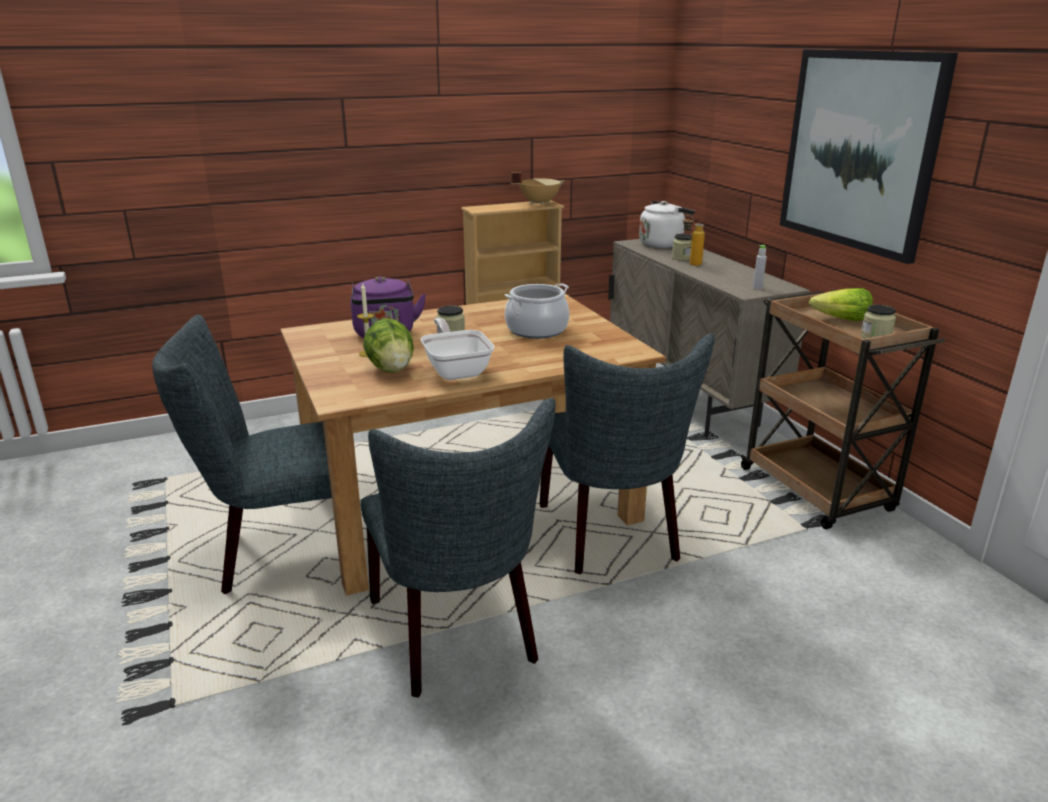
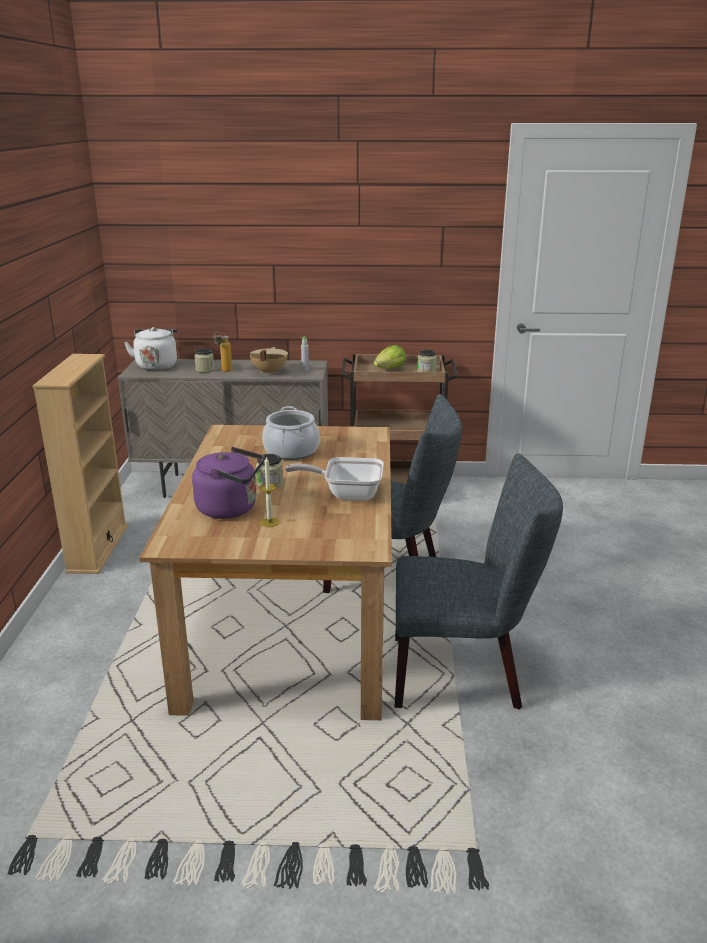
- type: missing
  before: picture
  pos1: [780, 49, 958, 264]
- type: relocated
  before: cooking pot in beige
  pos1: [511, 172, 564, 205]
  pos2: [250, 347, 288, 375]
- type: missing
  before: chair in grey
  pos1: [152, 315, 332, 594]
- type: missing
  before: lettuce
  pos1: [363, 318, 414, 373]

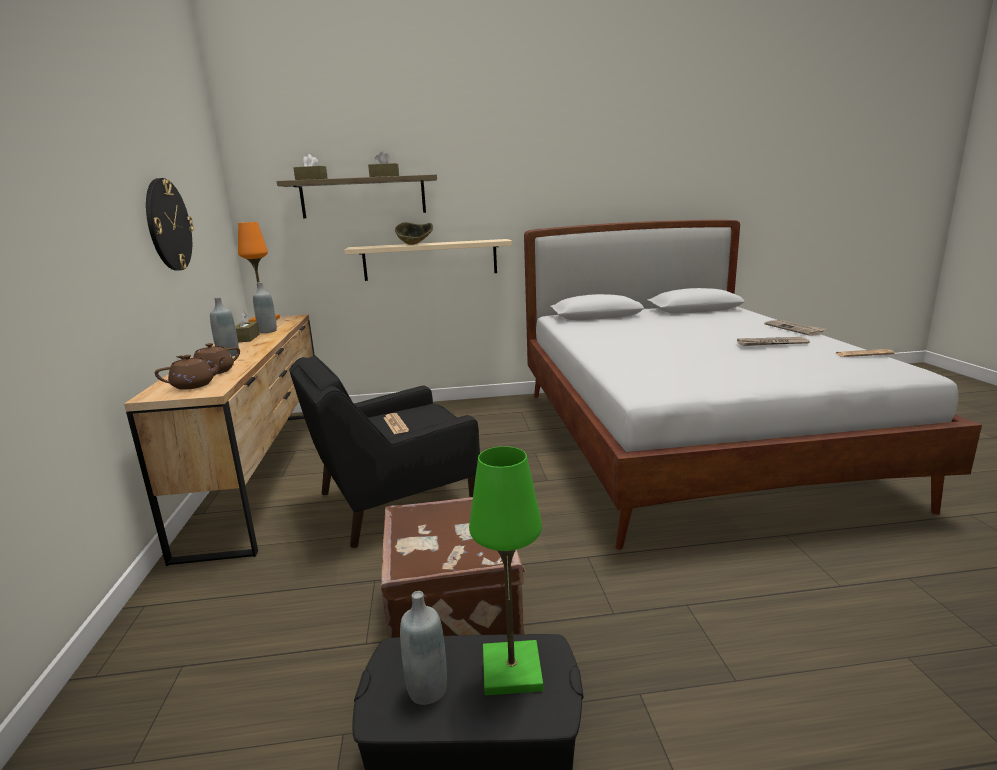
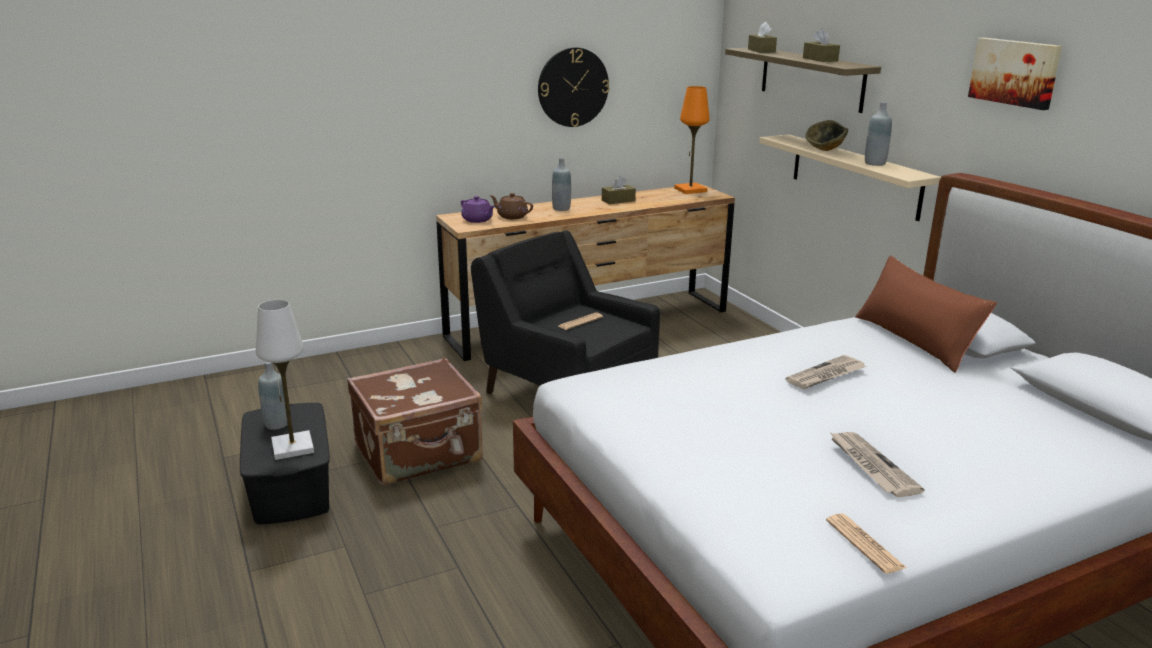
- type: relocated
  before: bottle in grey
  pos1: [253, 282, 277, 333]
  pos2: [865, 102, 892, 166]
- type: relocated
  before: newspaper
  pos1: [764, 320, 827, 336]
  pos2: [786, 355, 867, 389]
- type: colour
  before: teapot in brown
  after: teapot in purple
  pos1: [155, 355, 226, 390]
  pos2: [461, 196, 495, 223]
- type: colour
  before: table lamp in green
  after: table lamp in white
  pos1: [469, 446, 543, 695]
  pos2: [256, 300, 314, 460]
- type: appeared
  after: picture
  pos2: [968, 38, 1062, 110]
- type: appeared
  after: pillow in brown
  pos2: [855, 255, 997, 373]

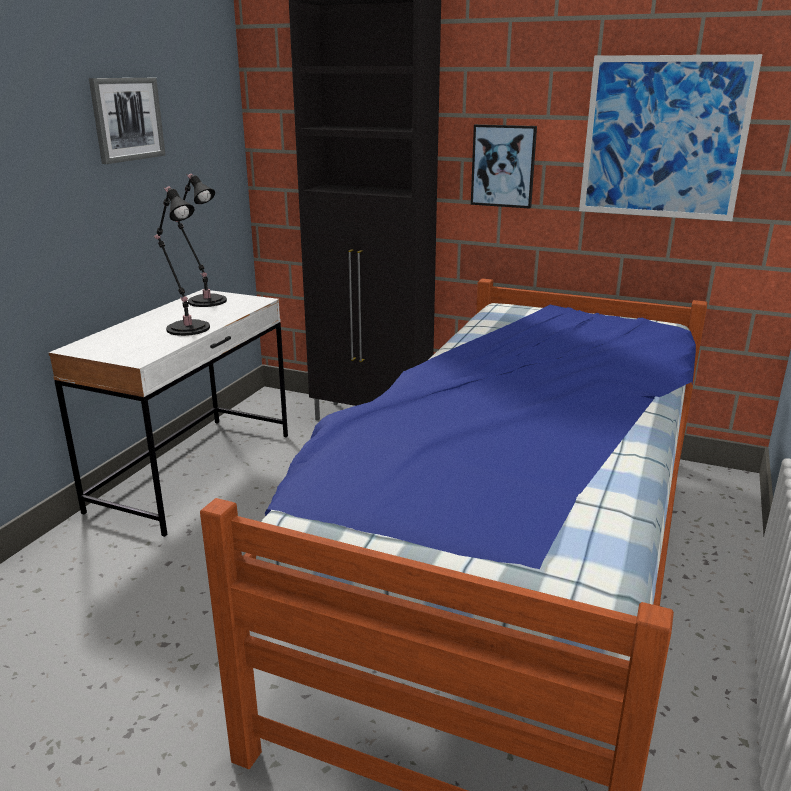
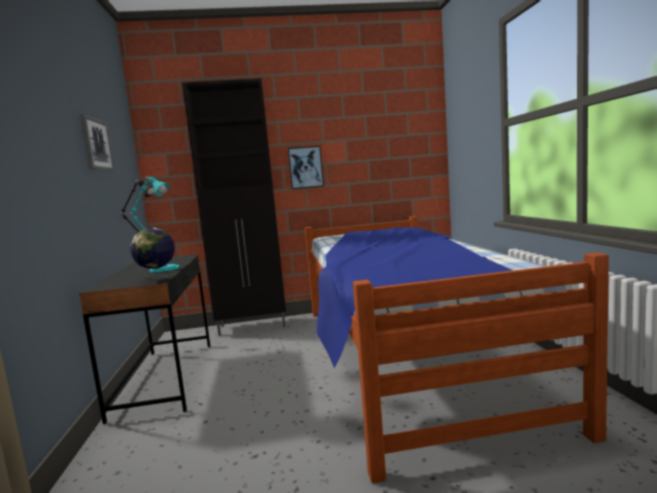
- type: missing
  before: picture
  pos1: [579, 54, 763, 221]
- type: colour
  before: table lamp in black
  after: table lamp in turquoise
  pos1: [153, 187, 210, 336]
  pos2: [129, 176, 179, 273]
- type: colour
  before: desk in white
  after: desk in black
  pos1: [49, 289, 288, 537]
  pos2: [79, 254, 210, 424]
- type: appeared
  after: globe
  pos2: [130, 228, 175, 281]

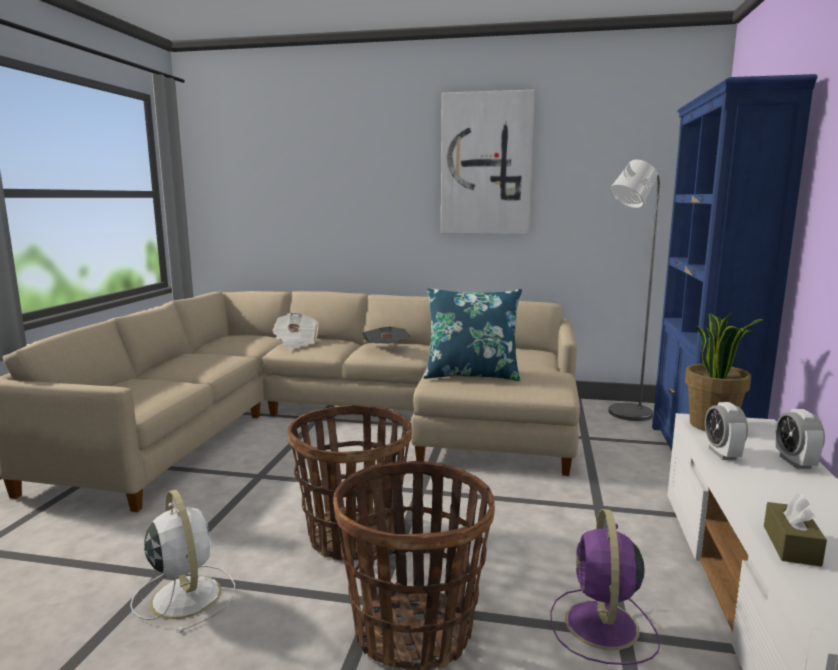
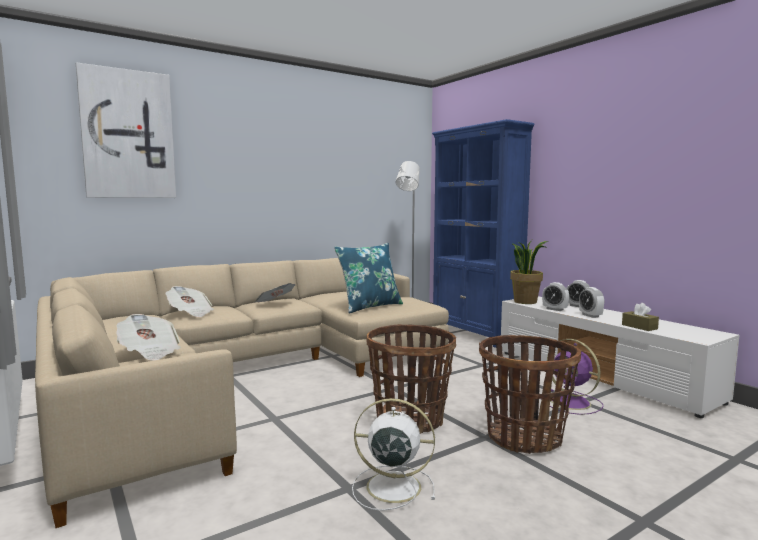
- type: relocated
  before: picture
  pos1: [441, 90, 535, 234]
  pos2: [76, 62, 176, 198]
- type: appeared
  after: alarm clock
  pos2: [579, 287, 604, 318]
- type: appeared
  after: newspaper
  pos2: [116, 314, 181, 361]

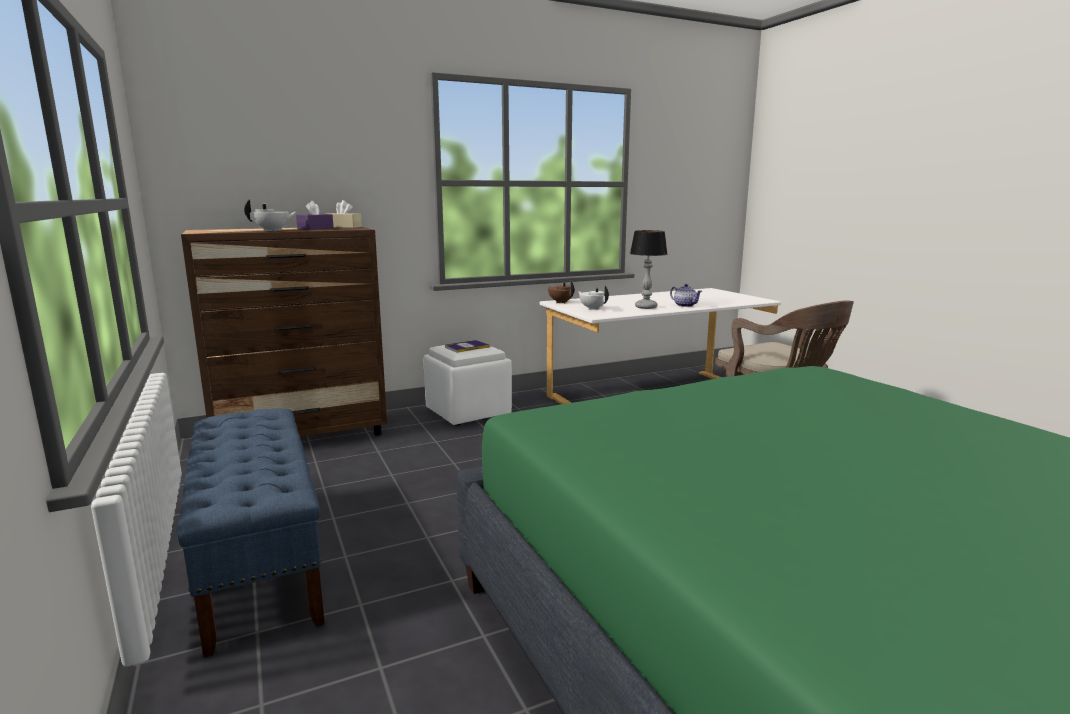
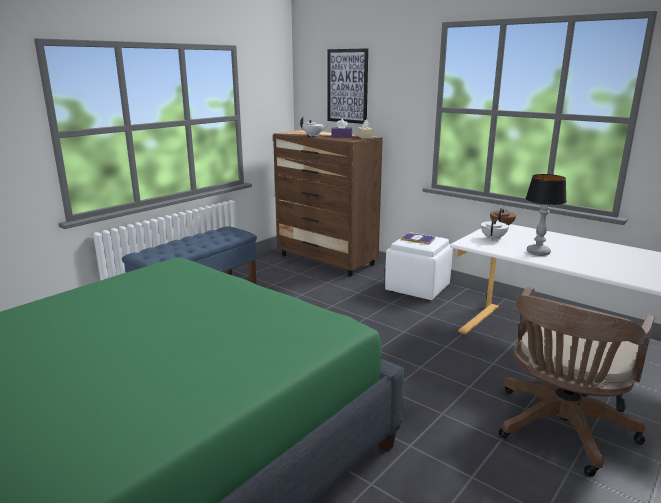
- type: missing
  before: teapot
  pos1: [670, 284, 702, 307]
- type: appeared
  after: picture
  pos2: [327, 48, 368, 124]

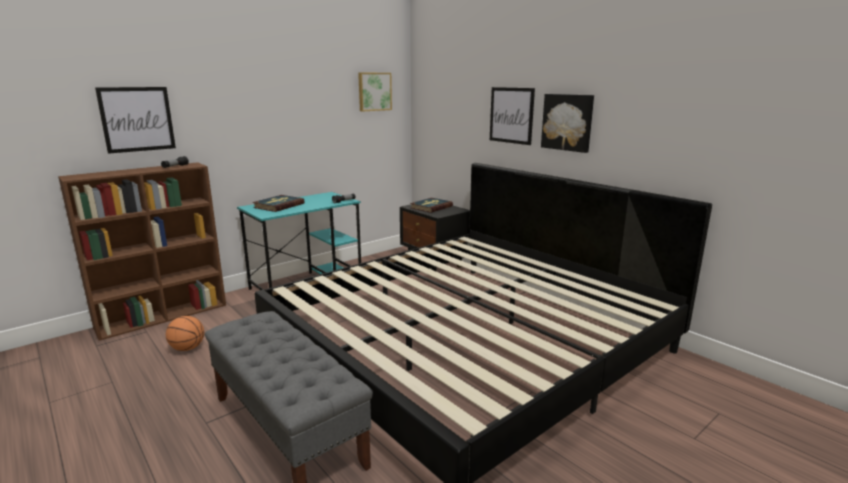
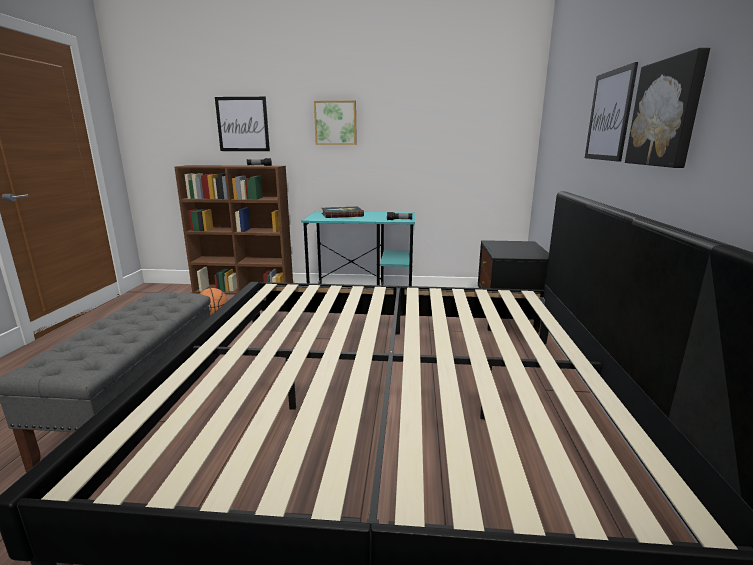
- type: relocated
  before: picture
  pos1: [358, 73, 392, 111]
  pos2: [314, 100, 357, 145]
- type: missing
  before: book
  pos1: [410, 198, 453, 213]

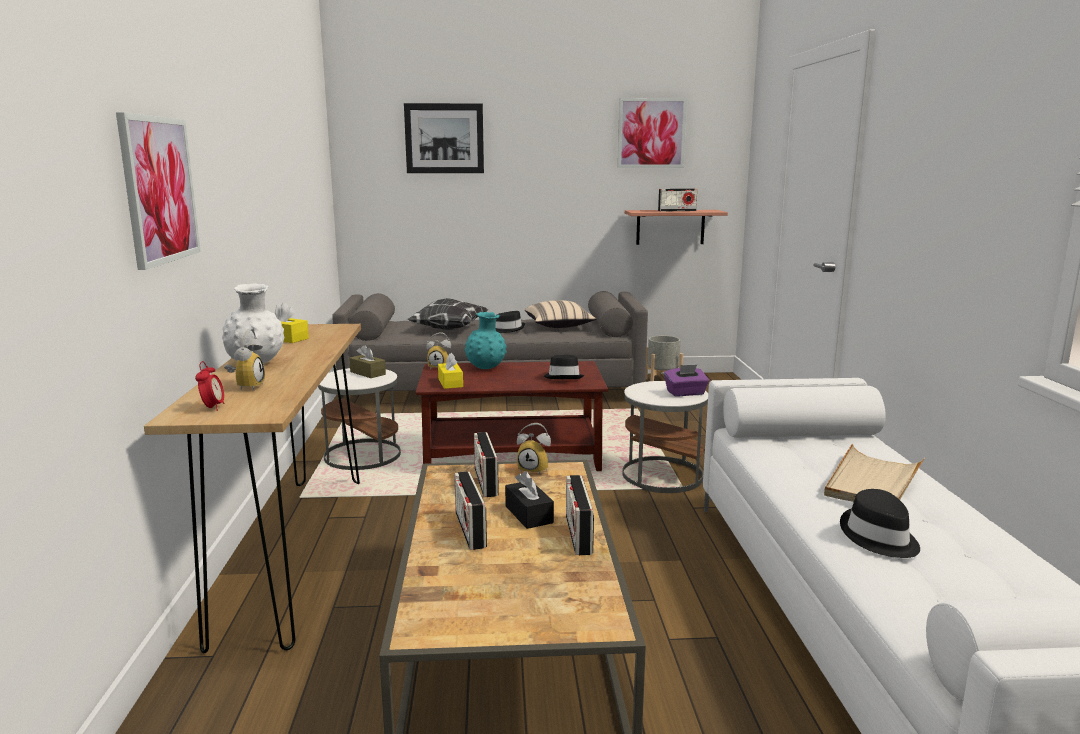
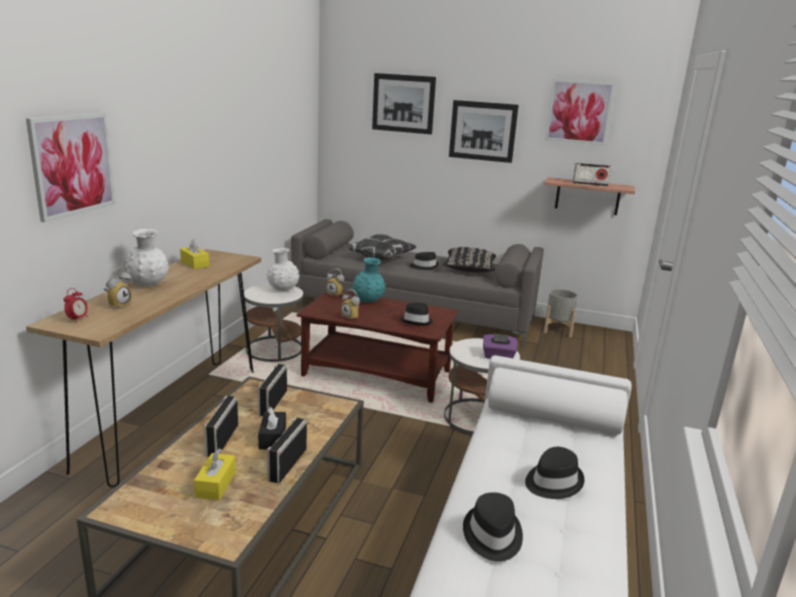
- type: colour
  before: pillow in beige
  after: pillow in black
  pos1: [525, 300, 596, 328]
  pos2: [443, 247, 496, 272]
- type: exchanged
  before: tissue box in brown
  after: vase in white
  pos1: [349, 345, 386, 378]
  pos2: [267, 248, 300, 291]
- type: relocated
  before: tissue box in yellow
  pos1: [438, 353, 463, 389]
  pos2: [194, 448, 236, 500]
- type: relocated
  before: alarm clock
  pos1: [517, 423, 551, 475]
  pos2: [341, 289, 360, 321]
- type: exchanged
  before: tray in beige
  after: hat in black
  pos1: [824, 444, 925, 502]
  pos2: [525, 447, 585, 499]
- type: appeared
  after: picture
  pos2: [449, 100, 519, 163]

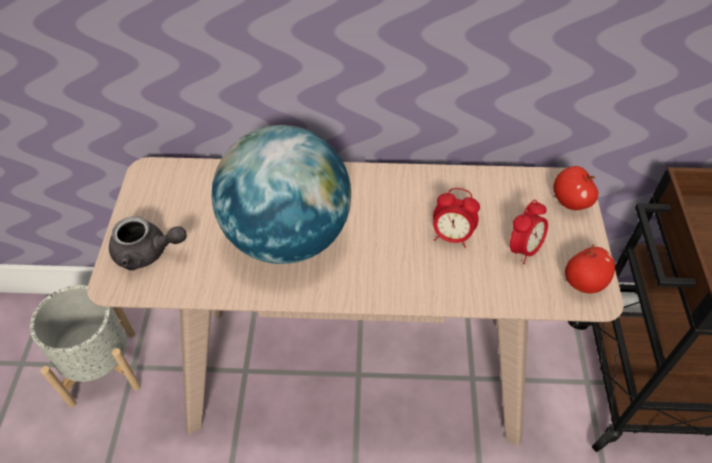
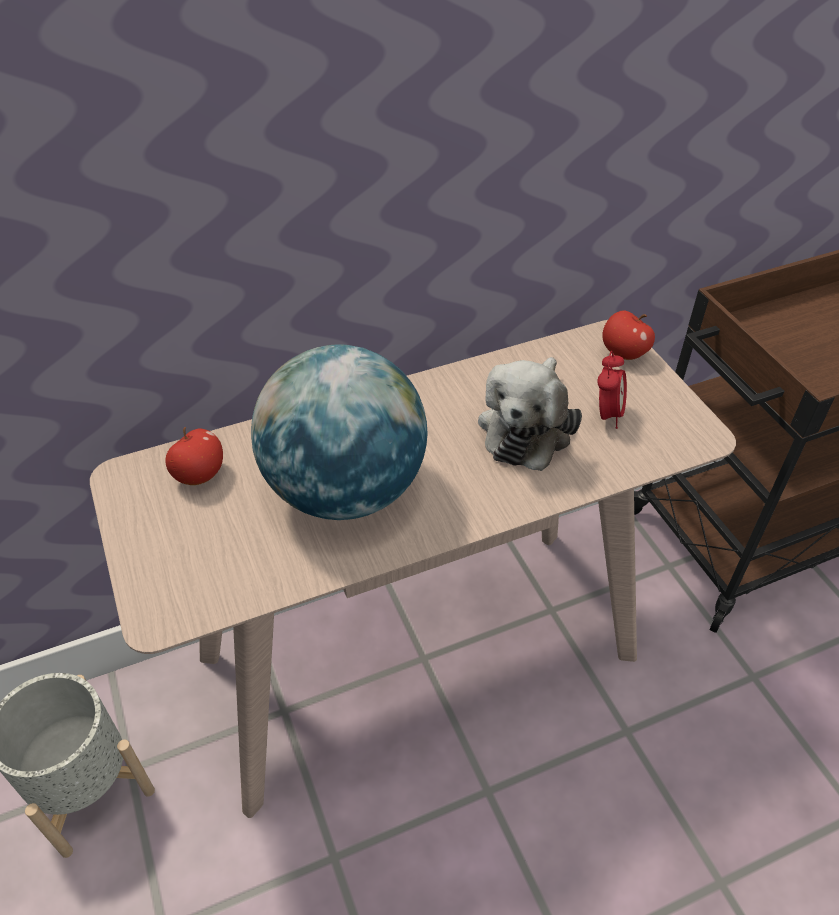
- type: exchanged
  before: alarm clock
  after: plush toy
  pos1: [433, 188, 480, 248]
  pos2: [478, 357, 582, 471]
- type: missing
  before: teapot in grey
  pos1: [109, 216, 187, 270]
- type: relocated
  before: apple
  pos1: [565, 245, 615, 293]
  pos2: [165, 427, 223, 485]

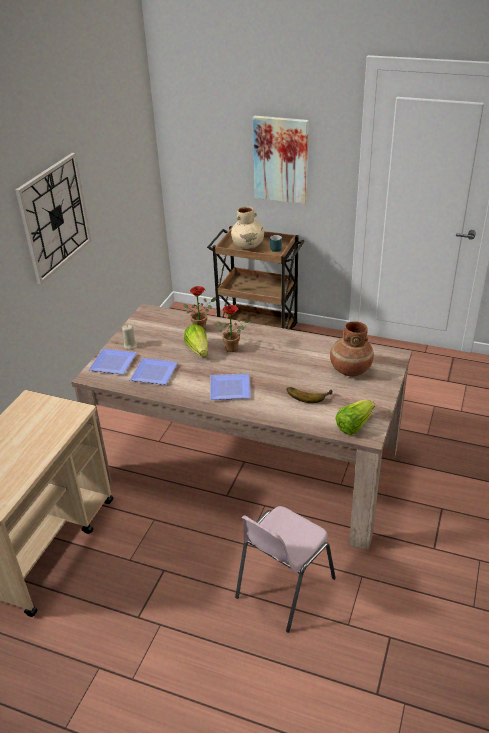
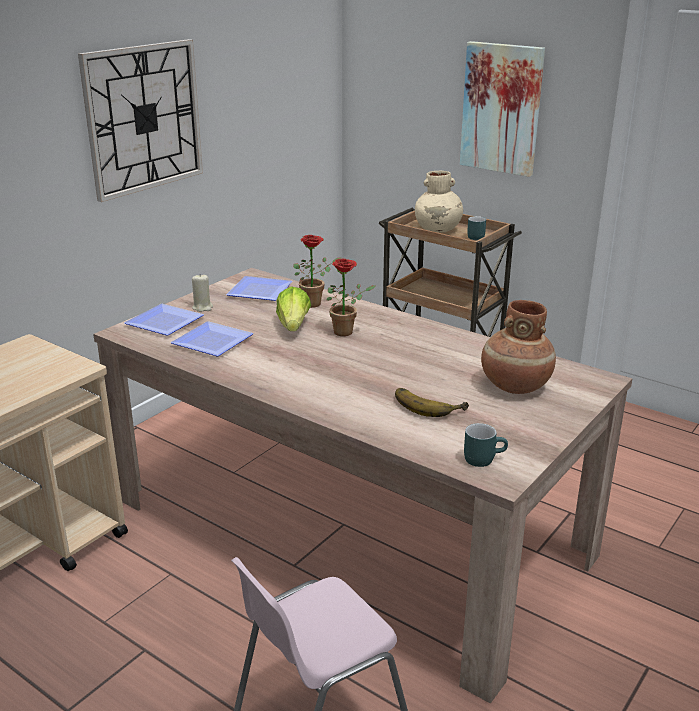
- type: relocated
  before: plate
  pos1: [210, 373, 251, 400]
  pos2: [226, 276, 292, 301]
- type: exchanged
  before: lettuce
  after: mug in turquoise
  pos1: [335, 400, 375, 435]
  pos2: [464, 423, 508, 467]

